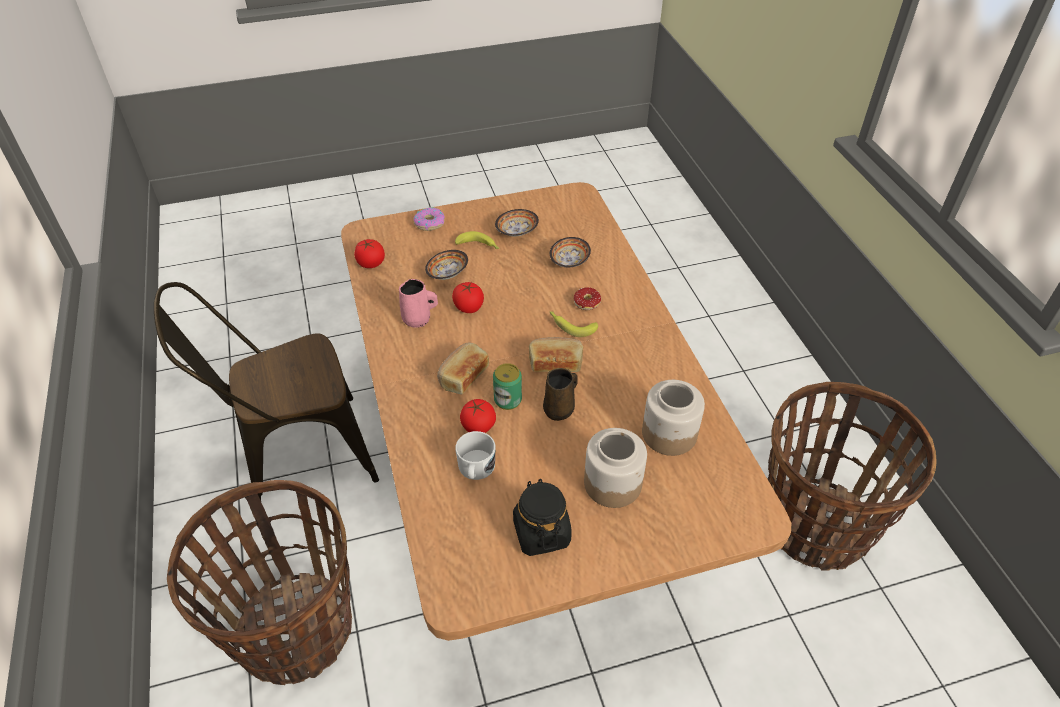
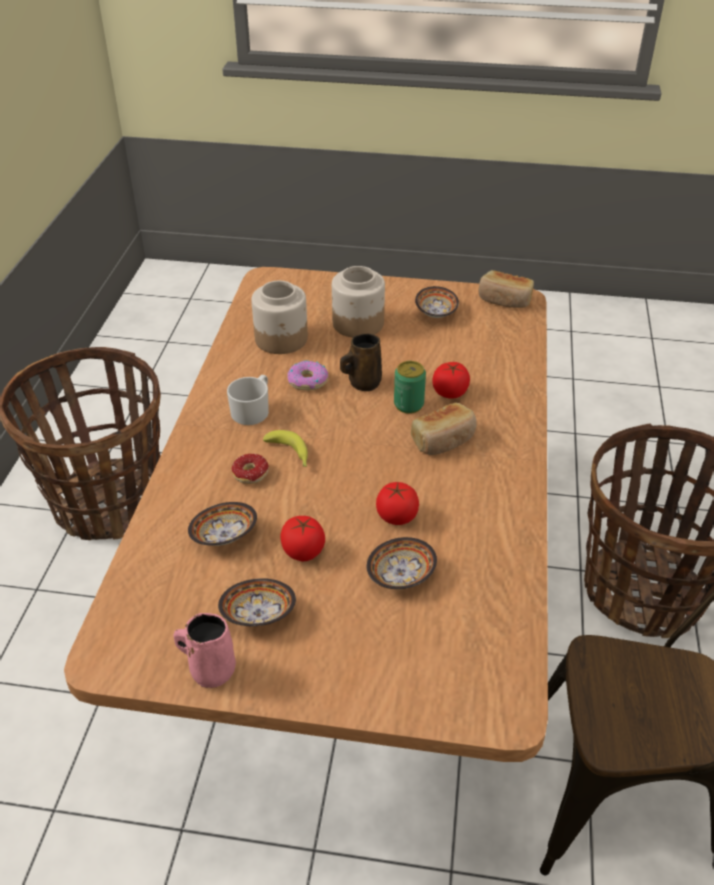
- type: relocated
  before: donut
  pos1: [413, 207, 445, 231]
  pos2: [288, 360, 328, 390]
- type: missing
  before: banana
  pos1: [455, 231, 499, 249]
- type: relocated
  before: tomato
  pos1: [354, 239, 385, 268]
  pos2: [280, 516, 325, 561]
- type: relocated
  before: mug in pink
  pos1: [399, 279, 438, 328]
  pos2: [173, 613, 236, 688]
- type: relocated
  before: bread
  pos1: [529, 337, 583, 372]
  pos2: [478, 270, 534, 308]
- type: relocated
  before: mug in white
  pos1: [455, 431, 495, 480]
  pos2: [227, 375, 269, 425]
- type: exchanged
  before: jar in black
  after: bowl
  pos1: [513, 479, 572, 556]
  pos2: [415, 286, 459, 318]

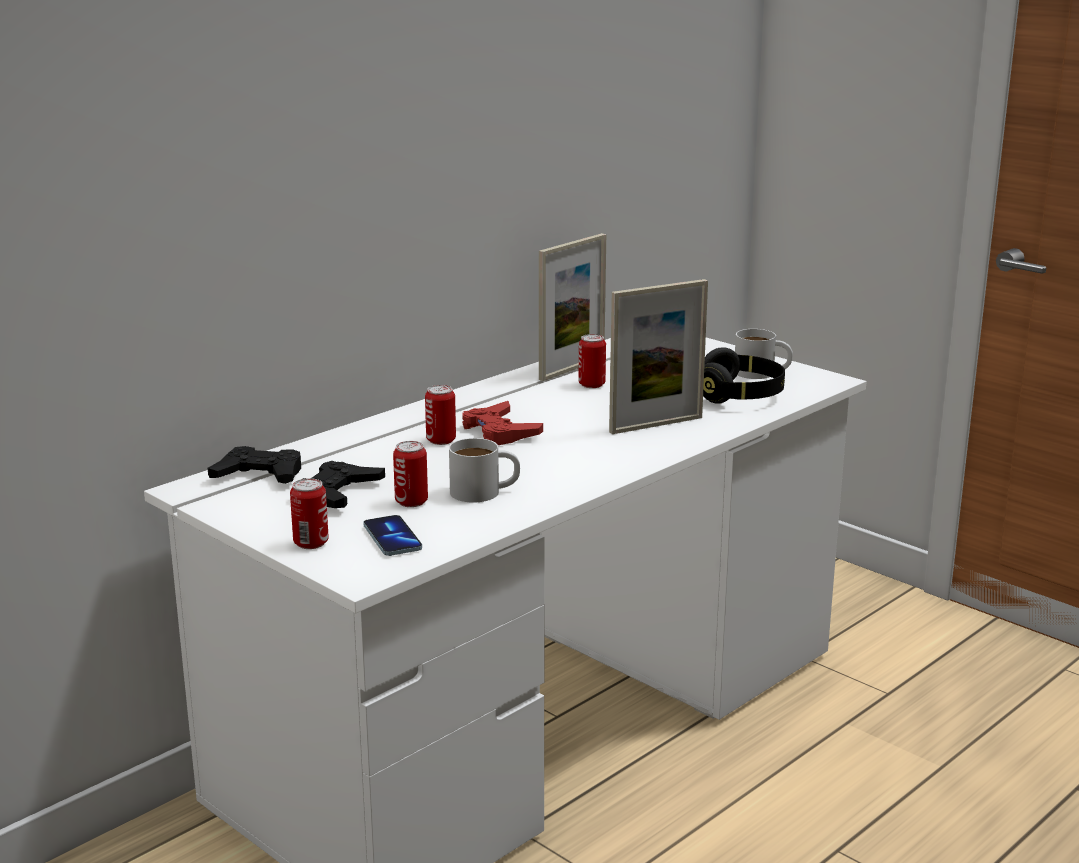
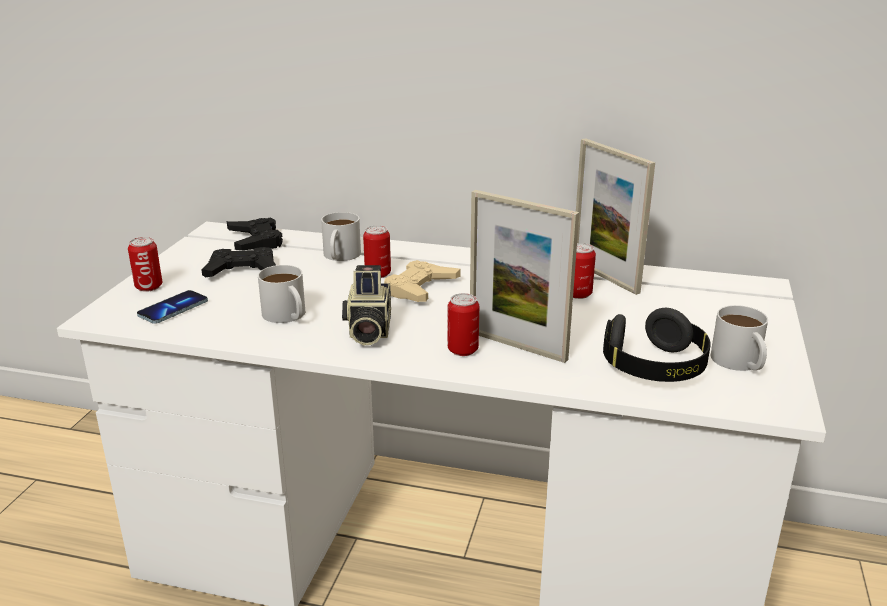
- type: spun
  before: picture frame
  pos1: [539, 233, 606, 381]
  pos2: [576, 138, 655, 295]
  turn: 45
- type: colour
  before: game controller in red
  after: game controller in beige
  pos1: [462, 401, 543, 445]
  pos2: [384, 260, 460, 302]
- type: relocated
  before: can
  pos1: [393, 441, 428, 507]
  pos2: [447, 293, 479, 356]
- type: appeared
  after: mug in white
  pos2: [321, 212, 361, 261]
- type: appeared
  after: photo camera
  pos2: [342, 265, 391, 345]

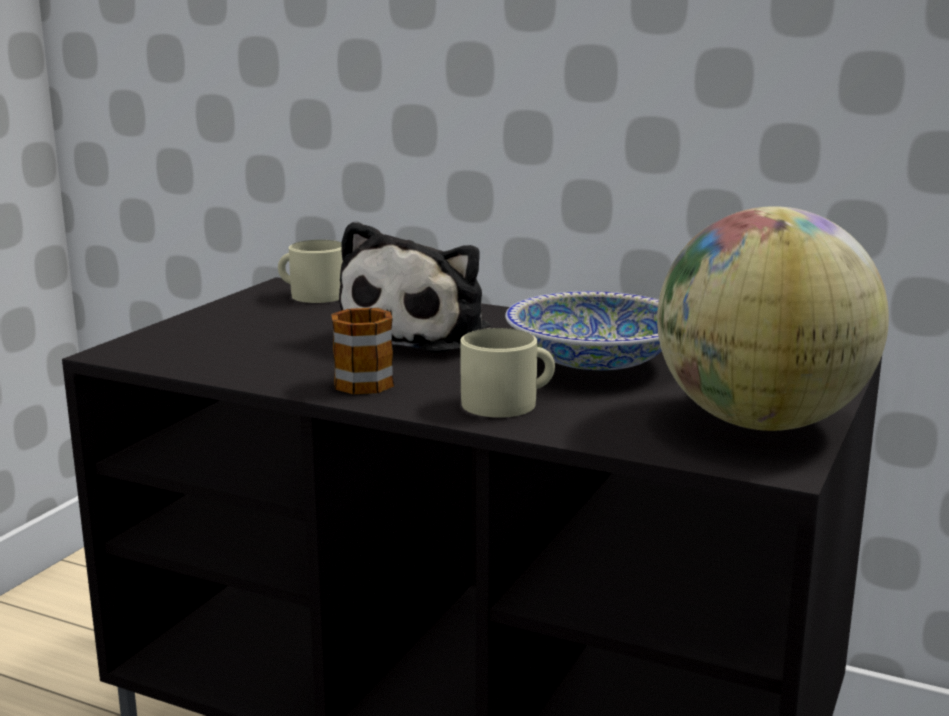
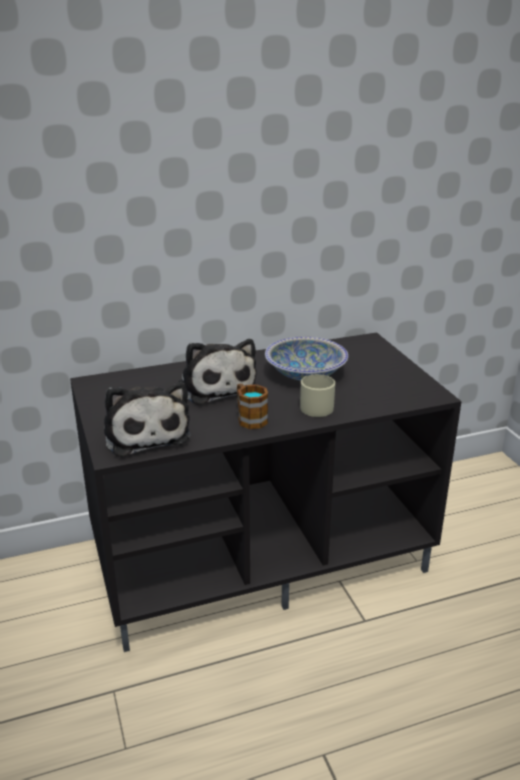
- type: missing
  before: globe
  pos1: [657, 206, 889, 431]
- type: missing
  before: mug in beige
  pos1: [278, 240, 343, 303]
- type: appeared
  after: plush toy
  pos2: [104, 382, 191, 457]

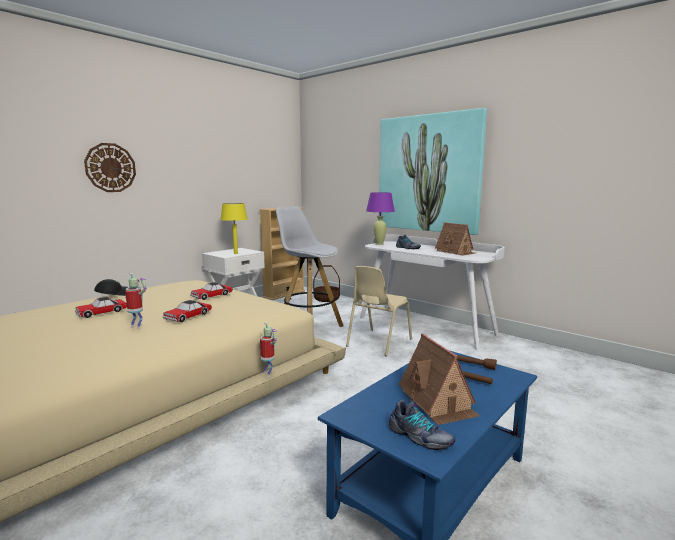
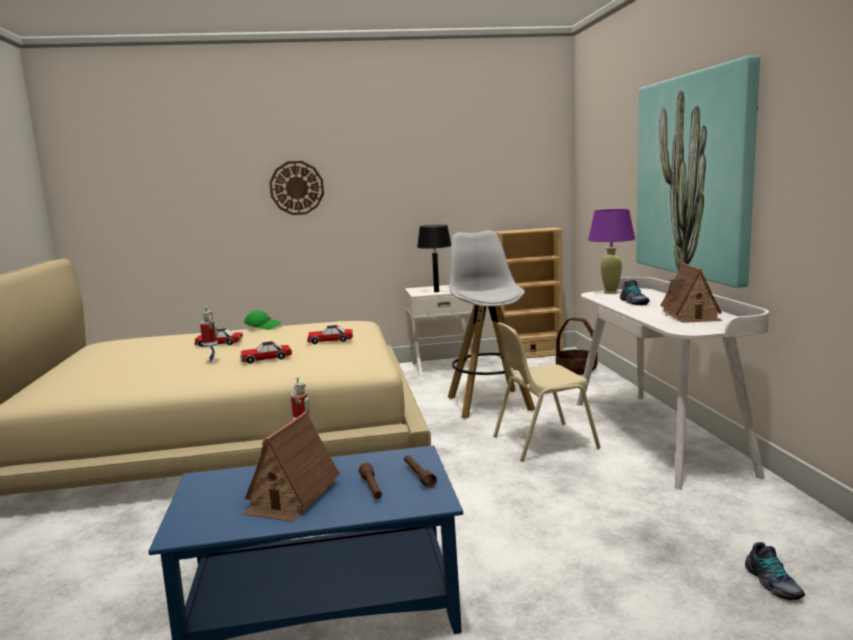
- type: colour
  before: table lamp in yellow
  after: table lamp in black
  pos1: [220, 203, 248, 254]
  pos2: [417, 225, 451, 292]
- type: colour
  before: cap in black
  after: cap in green
  pos1: [94, 279, 132, 296]
  pos2: [244, 311, 282, 330]
- type: relocated
  before: shoe
  pos1: [389, 399, 455, 450]
  pos2: [745, 542, 805, 600]

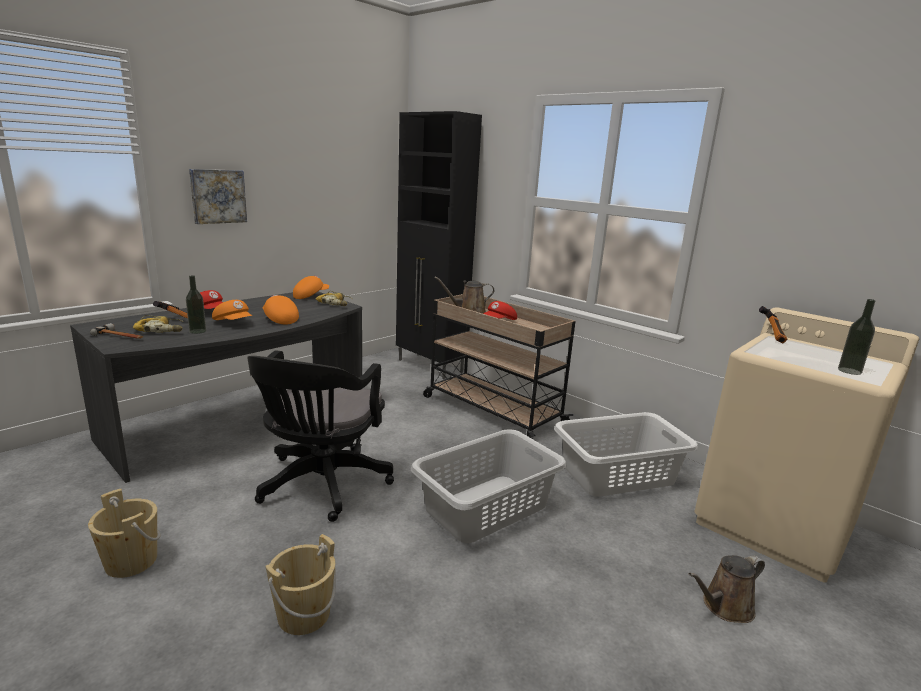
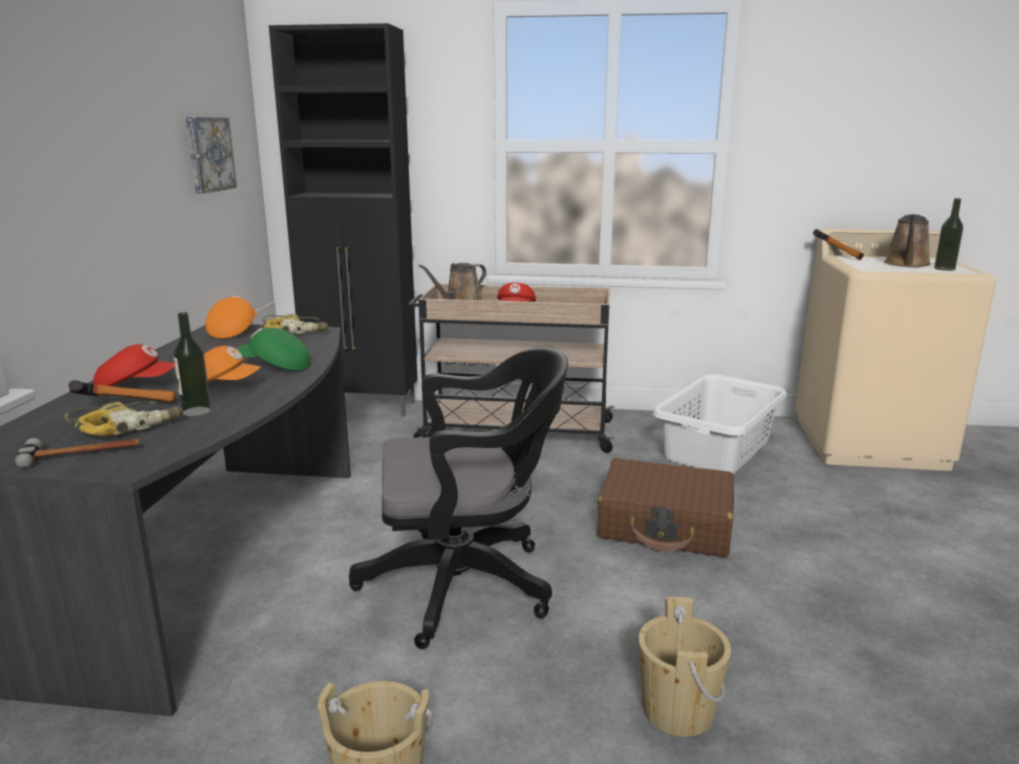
- type: relocated
  before: picture
  pos1: [189, 169, 247, 224]
  pos2: [186, 117, 237, 193]
- type: colour
  before: cap in orange
  after: cap in green
  pos1: [263, 295, 299, 325]
  pos2: [237, 327, 311, 371]
- type: spun
  before: office chair in black
  pos1: [247, 350, 394, 522]
  pos2: [349, 348, 568, 649]
  turn: -75
- type: exchanged
  before: laundry basket in grey
  after: suitcase in brown
  pos1: [411, 429, 567, 543]
  pos2: [597, 458, 734, 557]
- type: relocated
  before: watering can in brown
  pos1: [689, 555, 765, 623]
  pos2: [884, 214, 931, 267]

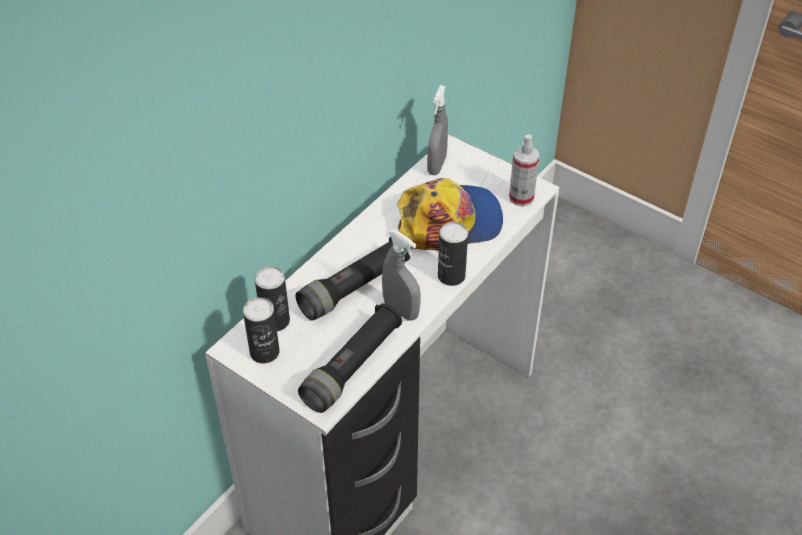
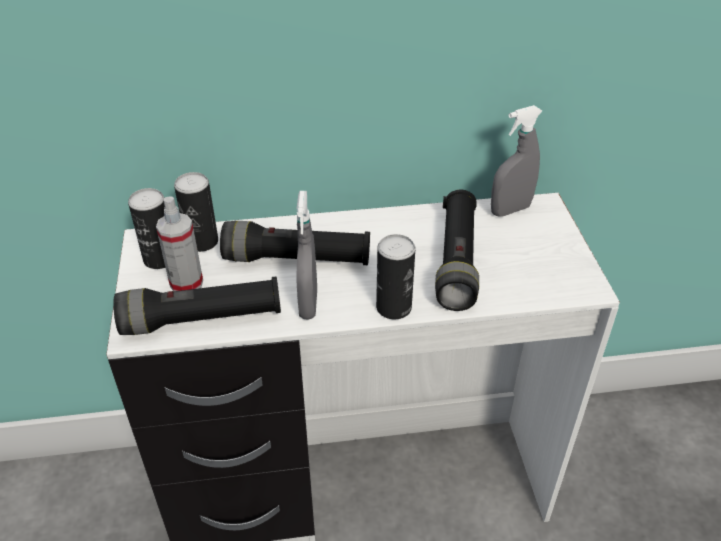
- type: relocated
  before: spray bottle
  pos1: [509, 134, 539, 206]
  pos2: [156, 196, 203, 291]
- type: exchanged
  before: cap
  after: flashlight in black
  pos1: [397, 178, 503, 250]
  pos2: [435, 190, 479, 311]

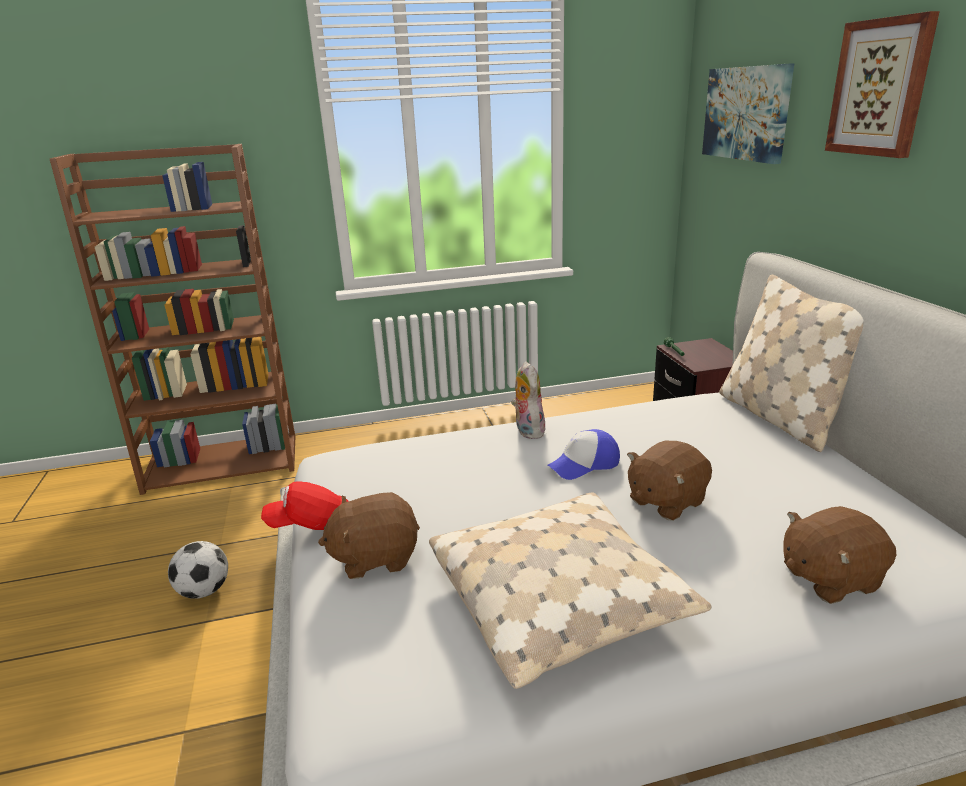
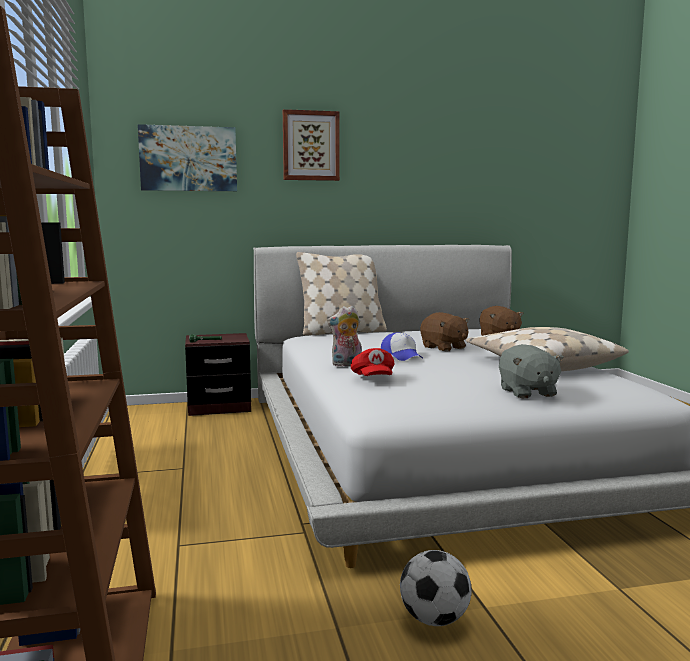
- type: relocated
  before: cap in red
  pos1: [261, 481, 349, 530]
  pos2: [351, 348, 395, 376]
- type: colour
  before: plush toy in brown
  after: plush toy in grey
  pos1: [318, 492, 420, 579]
  pos2: [499, 344, 564, 398]

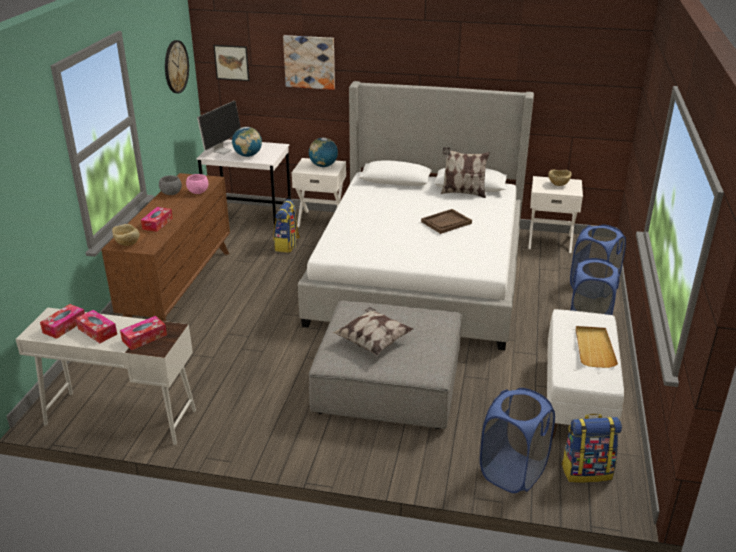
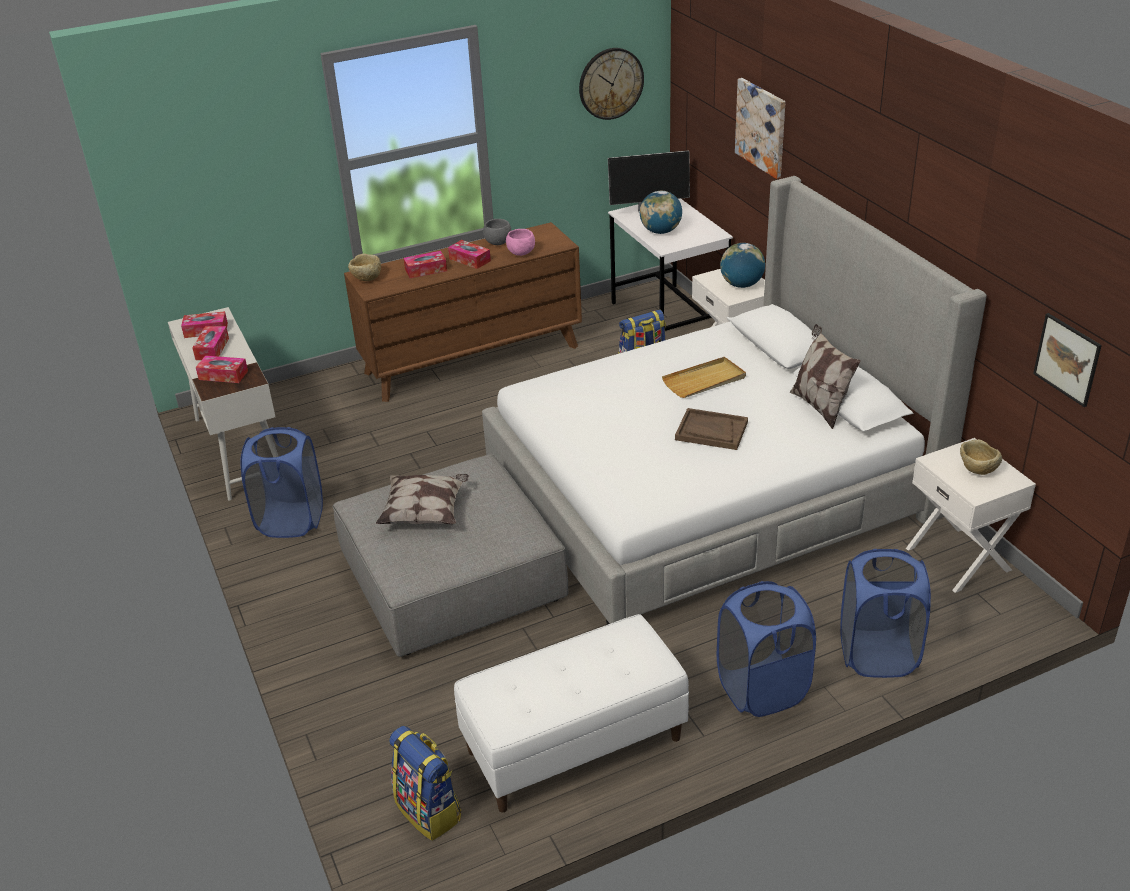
- type: relocated
  before: picture
  pos1: [213, 45, 250, 81]
  pos2: [1033, 313, 1102, 407]
- type: relocated
  before: tray in beige
  pos1: [575, 326, 618, 368]
  pos2: [662, 357, 746, 398]
- type: relocated
  before: laundry basket in blue
  pos1: [480, 388, 555, 493]
  pos2: [241, 427, 323, 538]
- type: appeared
  after: tissue box
  pos2: [448, 240, 491, 269]

